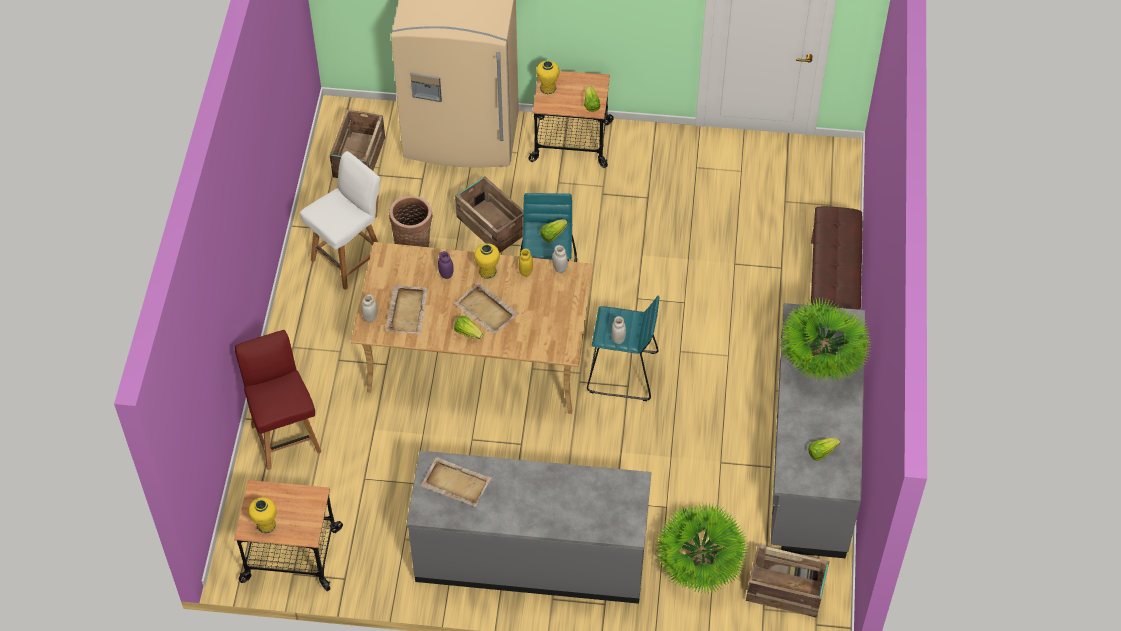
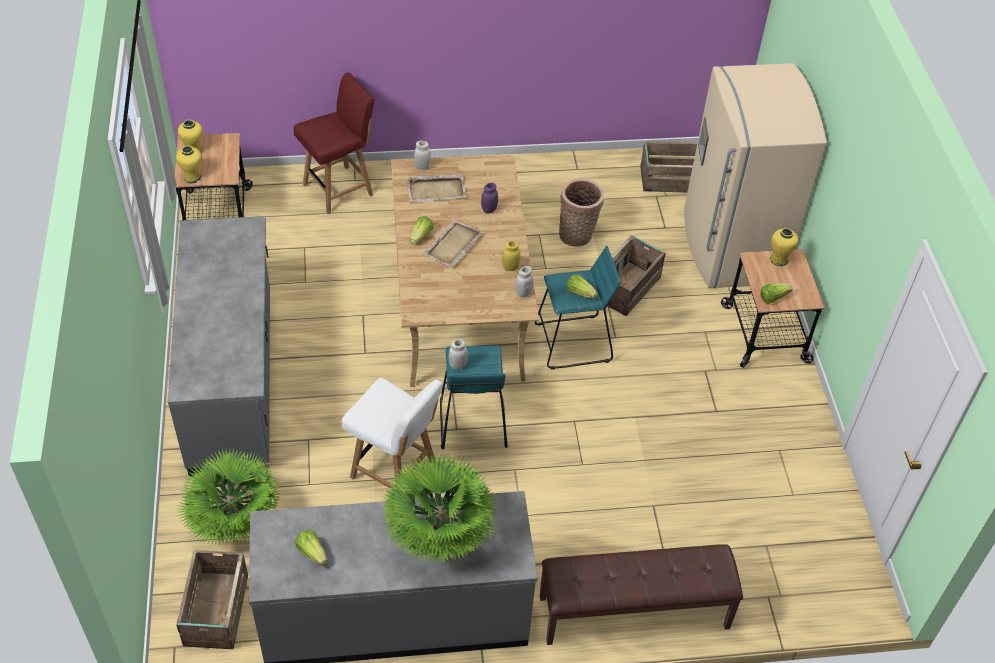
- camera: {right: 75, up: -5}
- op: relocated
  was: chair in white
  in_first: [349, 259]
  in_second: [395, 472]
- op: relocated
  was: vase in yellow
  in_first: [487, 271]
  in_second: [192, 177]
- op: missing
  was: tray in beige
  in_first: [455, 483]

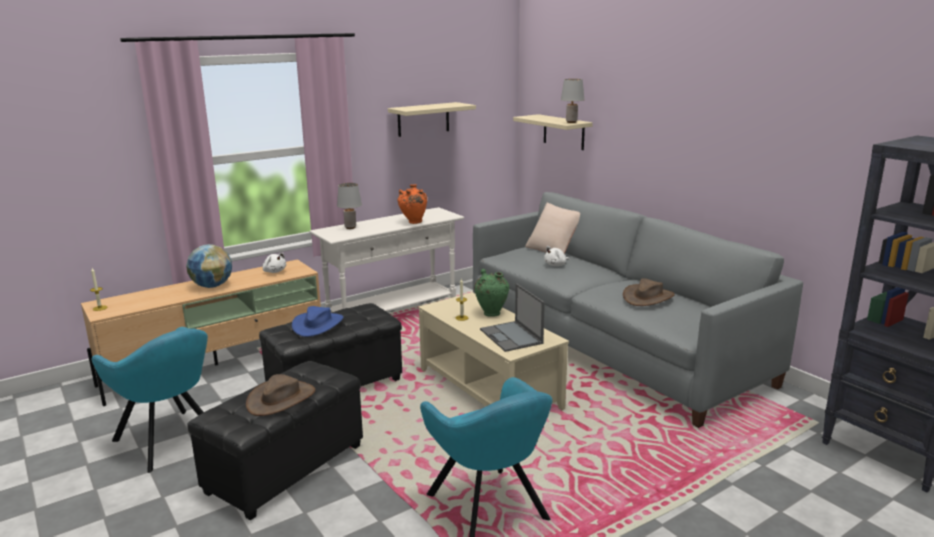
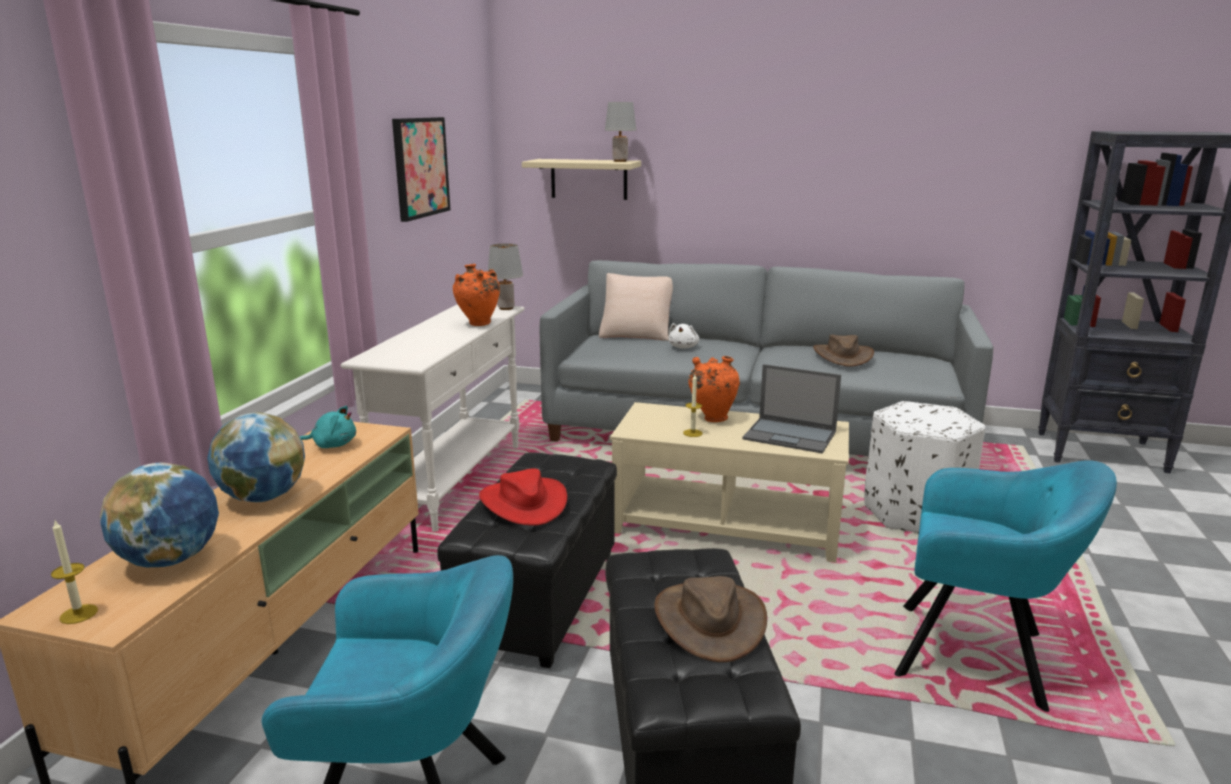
- camera: {right: -40, up: 0}
- op: exchanged
  was: shelf in beige
  now: picture
  in_first: [423, 119]
  in_second: [420, 167]
- op: relocated
  was: table lamp in grey
  in_first: [350, 227]
  in_second: [506, 308]
- op: colour
  was: plush toy in white
  now: plush toy in turquoise
  in_first: [274, 271]
  in_second: [332, 445]
- op: colour
  was: vase in green
  now: vase in orange
  in_first: [491, 313]
  in_second: [712, 418]
- op: colour
  was: hat in blue
  now: hat in red
  in_first: [317, 324]
  in_second: [523, 502]
- op: appeared
  now: ottoman in white
  in_second: [916, 514]
- op: appeared
  now: globe
  in_second: [171, 560]

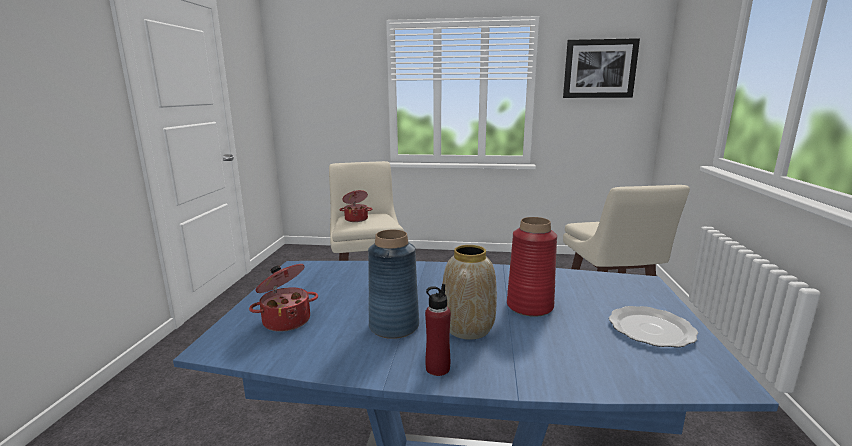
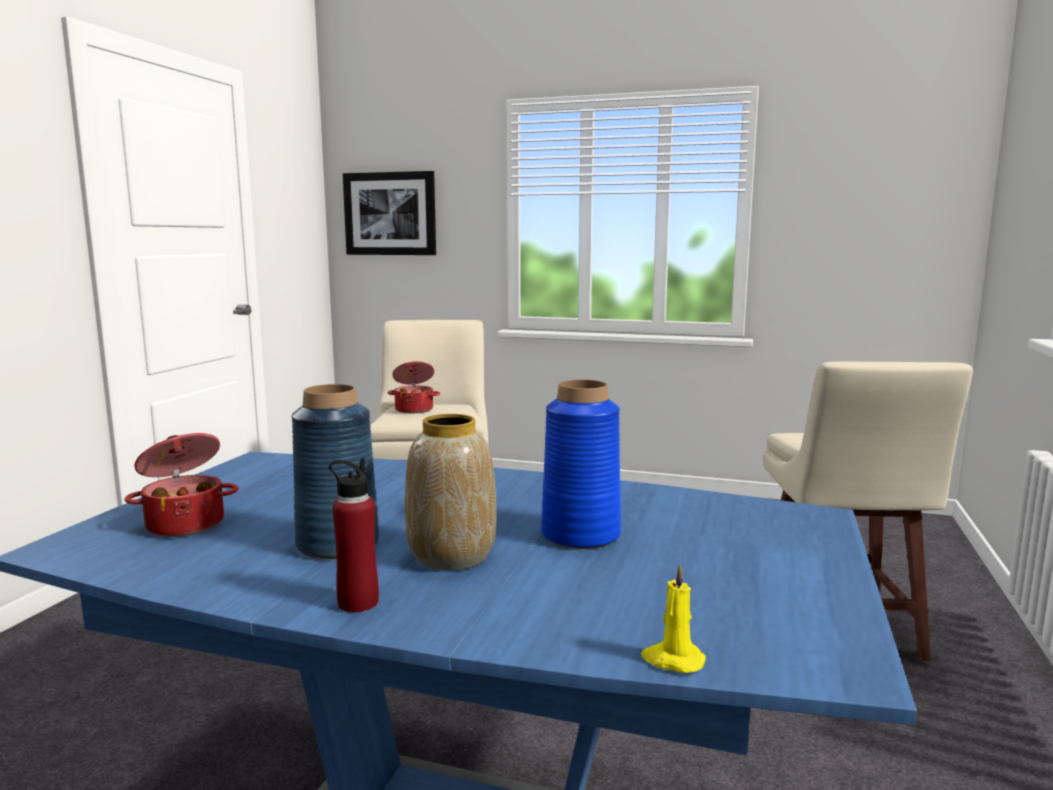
- camera: {right: 10, up: -5}
- op: relocated
  was: picture
  in_first: [599, 69]
  in_second: [390, 214]
- op: colour
  was: vase in red
  now: vase in blue
  in_first: [530, 306]
  in_second: [580, 535]
- op: missing
  was: plate
  in_first: [650, 330]
- op: appeared
  now: candle in yellow
  in_second: [672, 660]

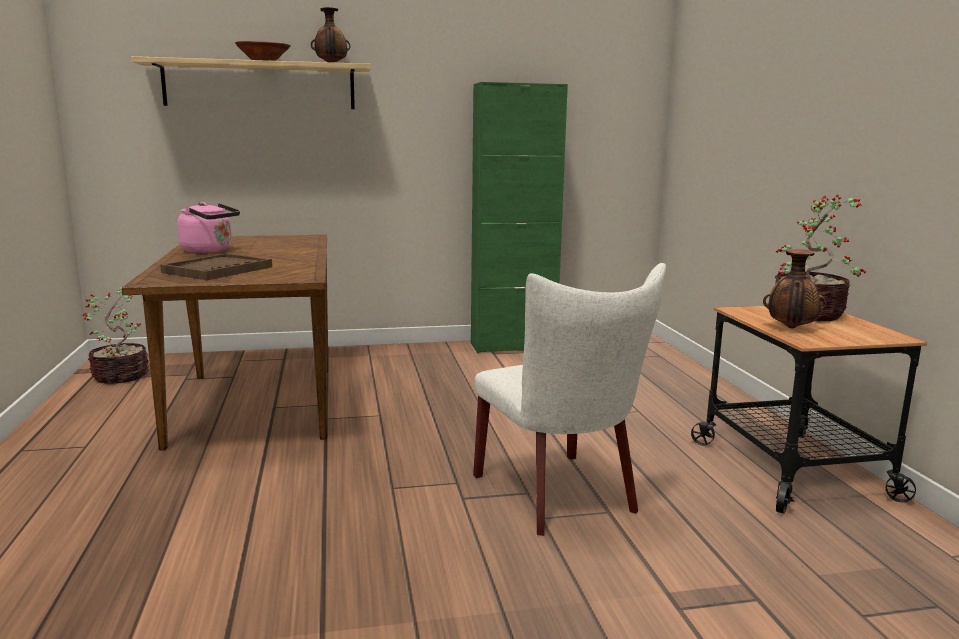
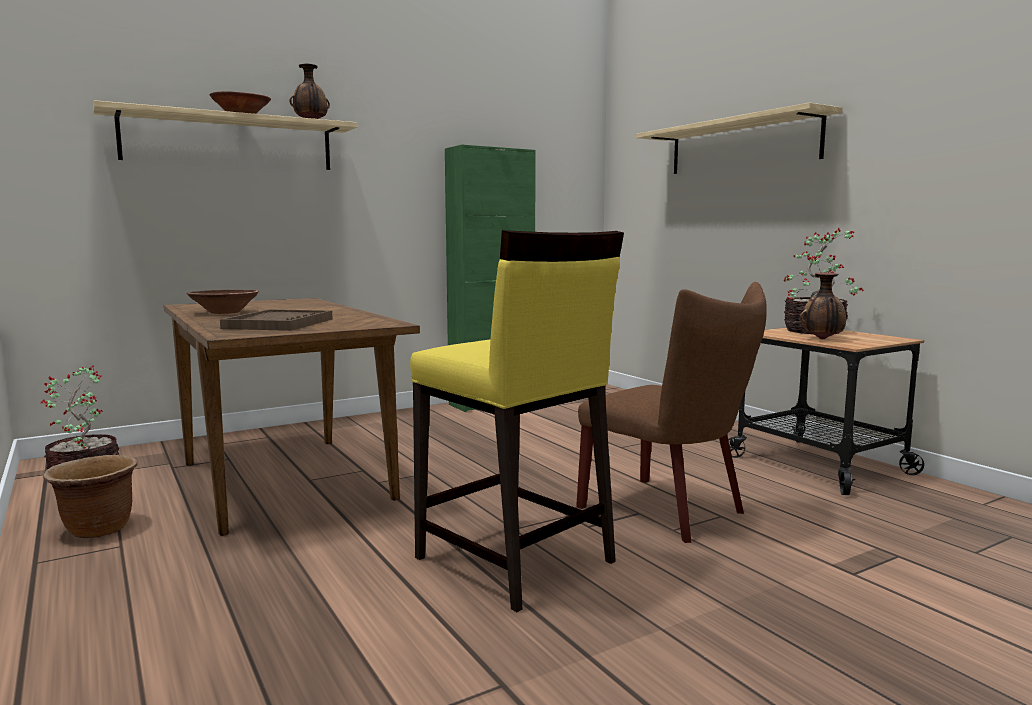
- camera: {right: -20, up: -5}
- op: exchanged
  was: kettle in pink
  now: bowl in brown
  in_first: [210, 250]
  in_second: [224, 312]
- op: colour
  was: chair in white
  now: chair in brown
  in_first: [561, 497]
  in_second: [670, 511]
- op: appeared
  now: shelf
  in_second: [741, 145]
- op: appeared
  now: stool in yellow
  in_second: [515, 561]
- op: appeared
  now: planter in brown
  in_second: [98, 529]

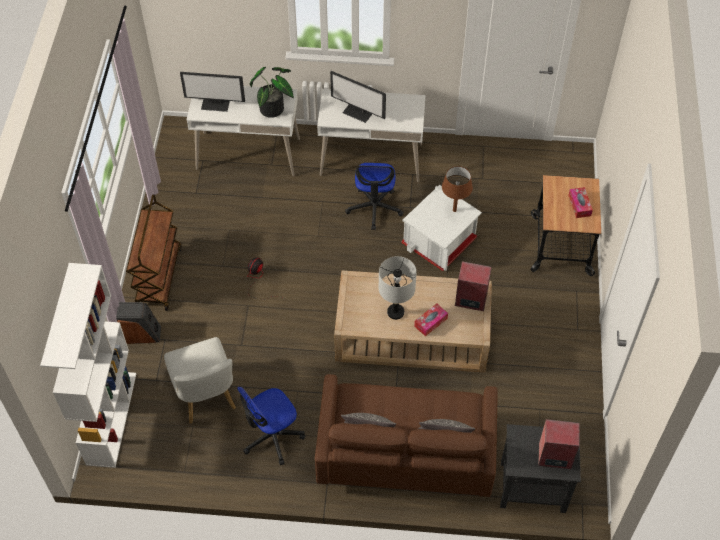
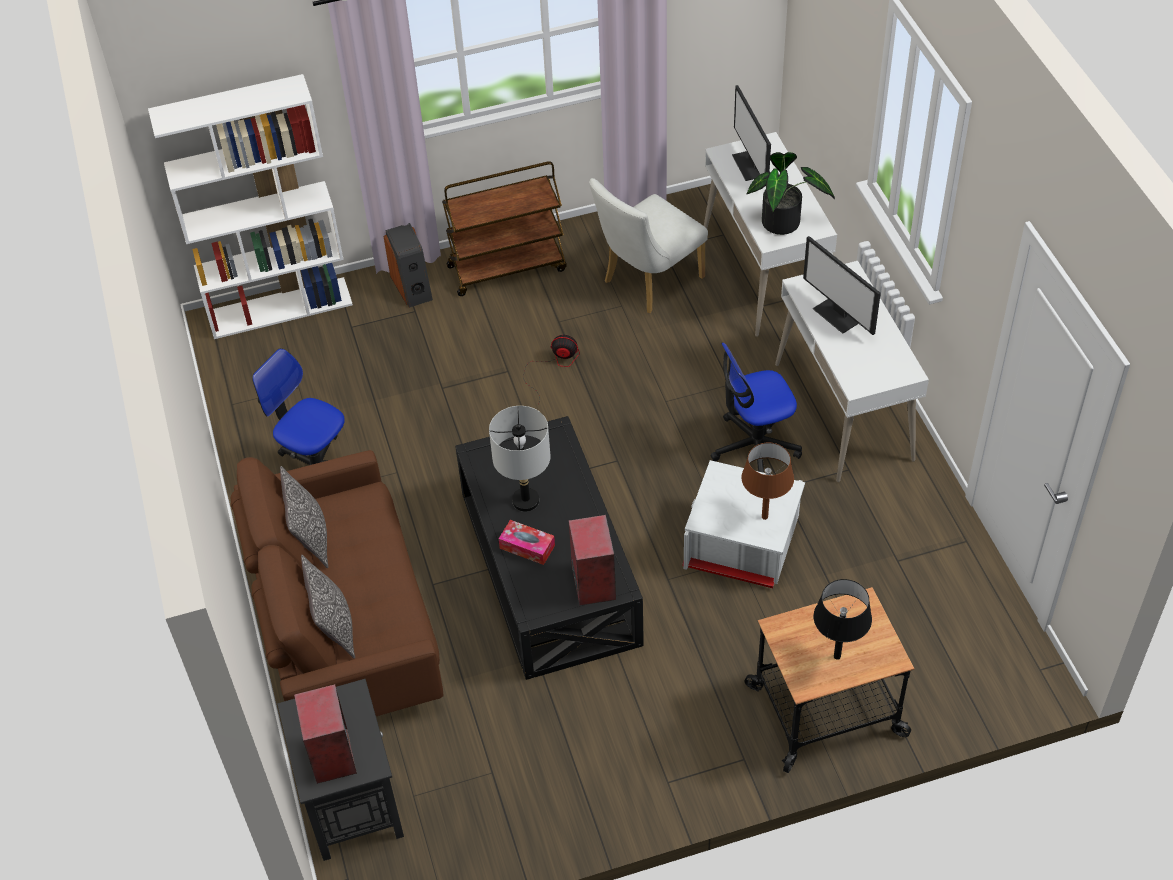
- camera: {right: 70, up: -5}
- op: spun
  was: monitor
  in_first: [358, 112]
  in_second: [838, 314]
  clockwise: -45
- op: exchanged
  was: tissue box
  now: table lamp in black
  in_first: [579, 205]
  in_second: [837, 656]
- op: colour
  was: coffee table in beige
  now: coffee table in black
  in_first: [412, 335]
  in_second: [548, 568]
- op: relocated
  was: chair in white
  in_first: [206, 398]
  in_second: [647, 283]

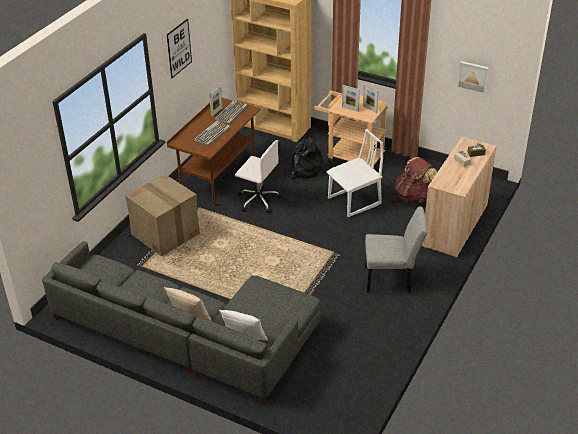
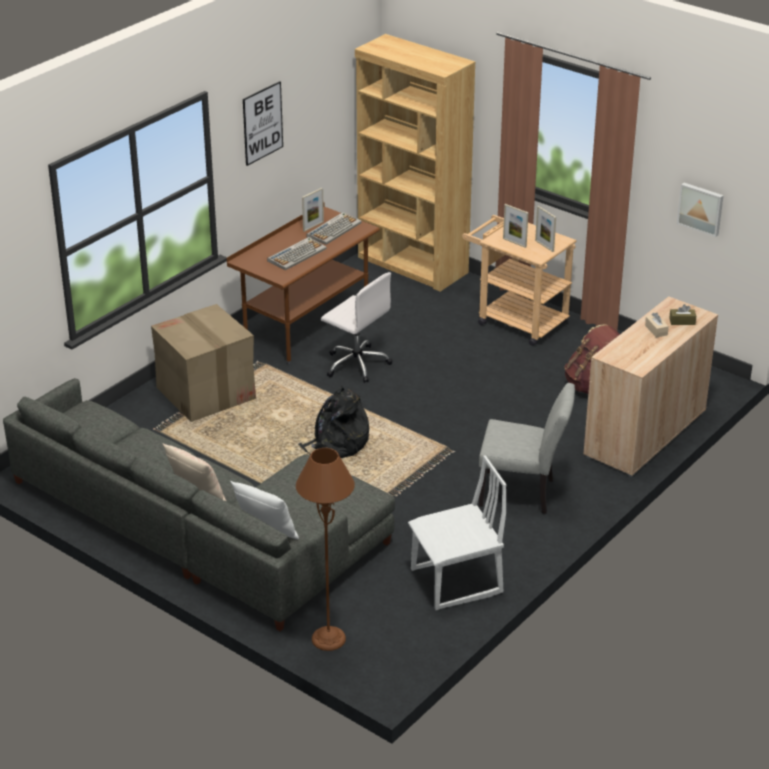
- camera: {right: 10, up: -5}
- op: relocated
  was: chair in white
  in_first: [354, 201]
  in_second: [456, 582]
- op: relocated
  was: backpack in black
  in_first: [304, 170]
  in_second: [337, 444]
- op: appeared
  now: floor lamp in brown
  in_second: [328, 639]

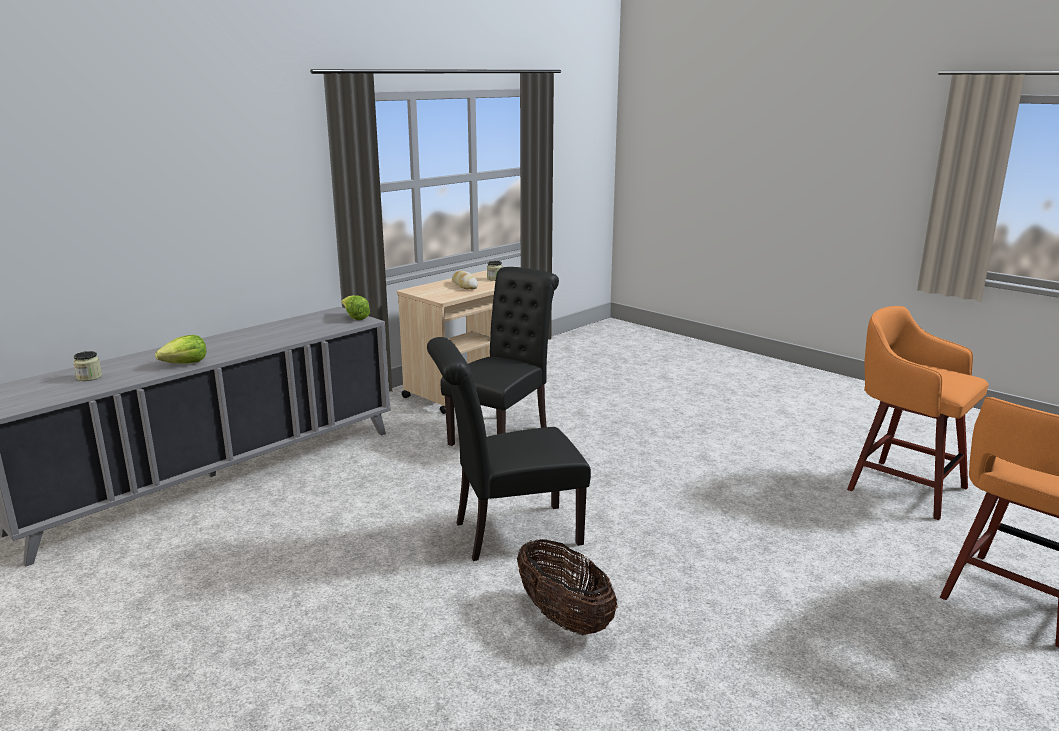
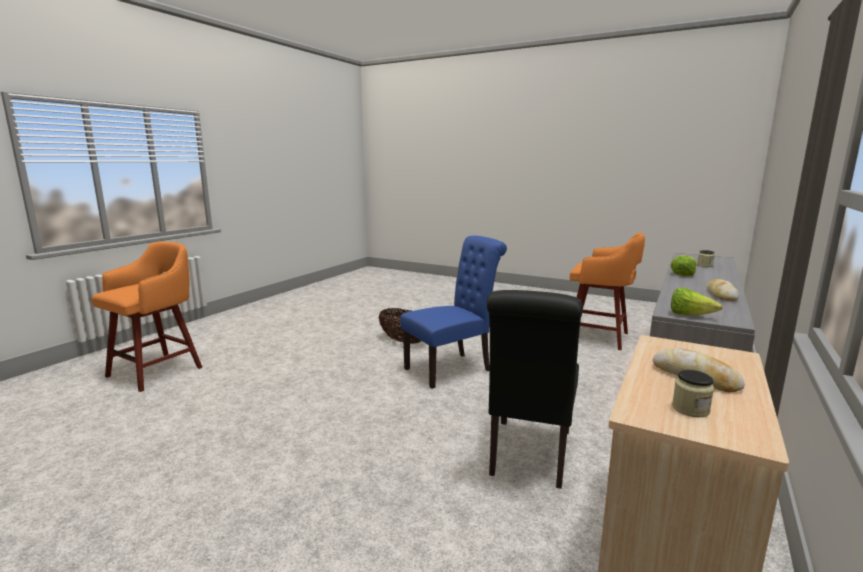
- camera: {right: 165, up: -5}
- op: relocated
  was: stool in orange
  in_first: [903, 487]
  in_second: [599, 337]
- op: colour
  was: chair in black
  now: chair in blue
  in_first: [509, 534]
  in_second: [452, 368]
- op: appeared
  now: bread
  in_second: [721, 295]

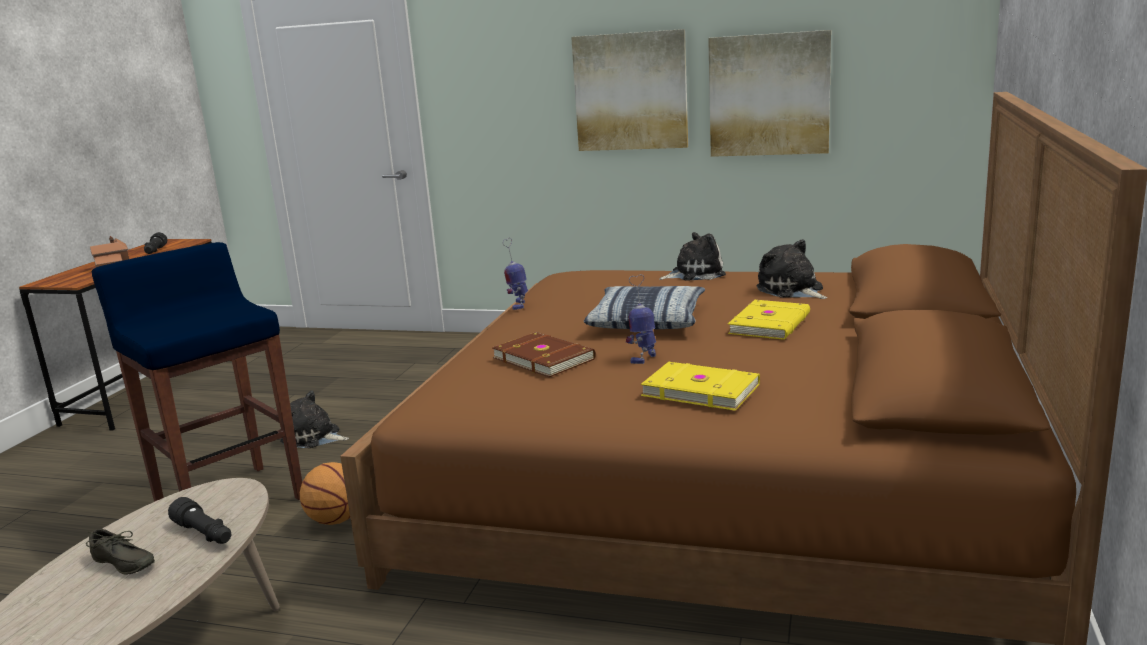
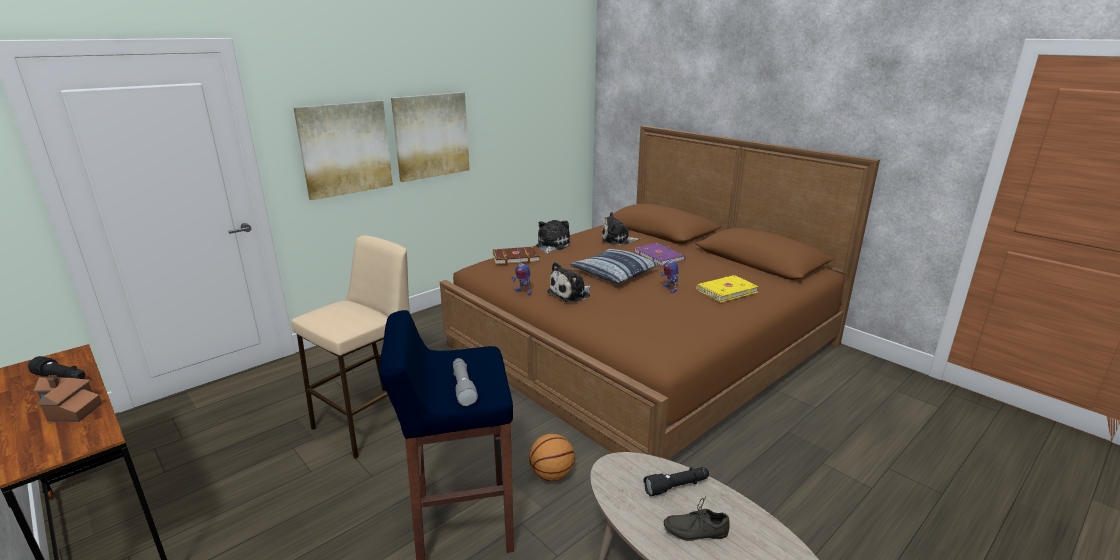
- camera: {right: -60, up: 5}
- op: relocated
  was: picture
  in_first: [769, 95]
  in_second: [345, 148]
- op: colour
  was: book in yellow
  now: book in purple
  in_first: [771, 324]
  in_second: [659, 256]
- op: relocated
  was: book in brown
  in_first: [544, 358]
  in_second: [515, 257]
- op: relocated
  was: plush toy
  in_first: [313, 437]
  in_second: [571, 294]
- op: spun
  was: shoe in grey
  in_first: [121, 565]
  in_second: [695, 530]
  clockwise: -150
- op: appeared
  now: stool in beige
  in_second: [372, 420]
- op: appeared
  now: flashlight in grey
  in_second: [463, 387]

